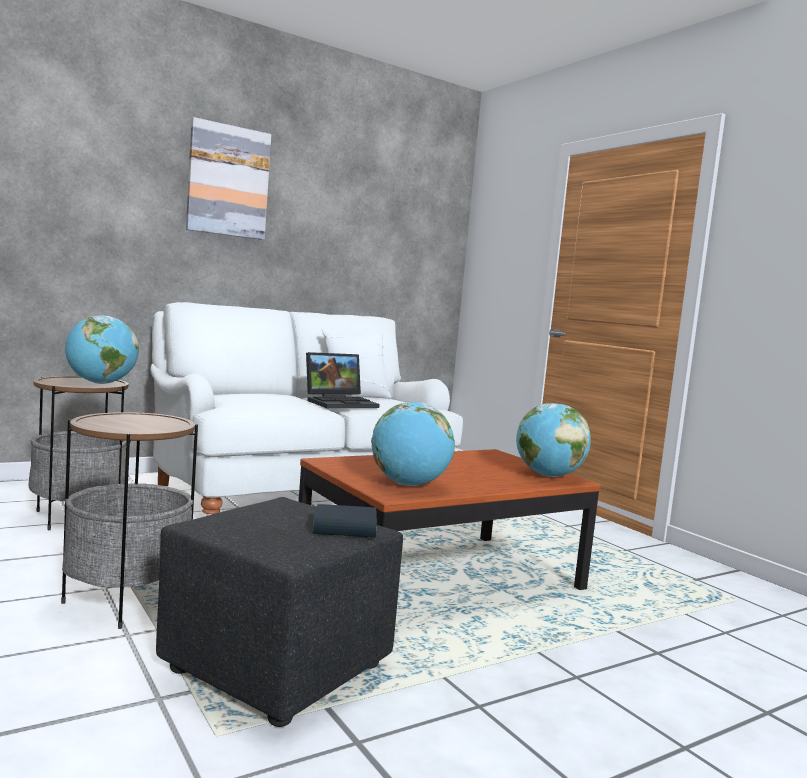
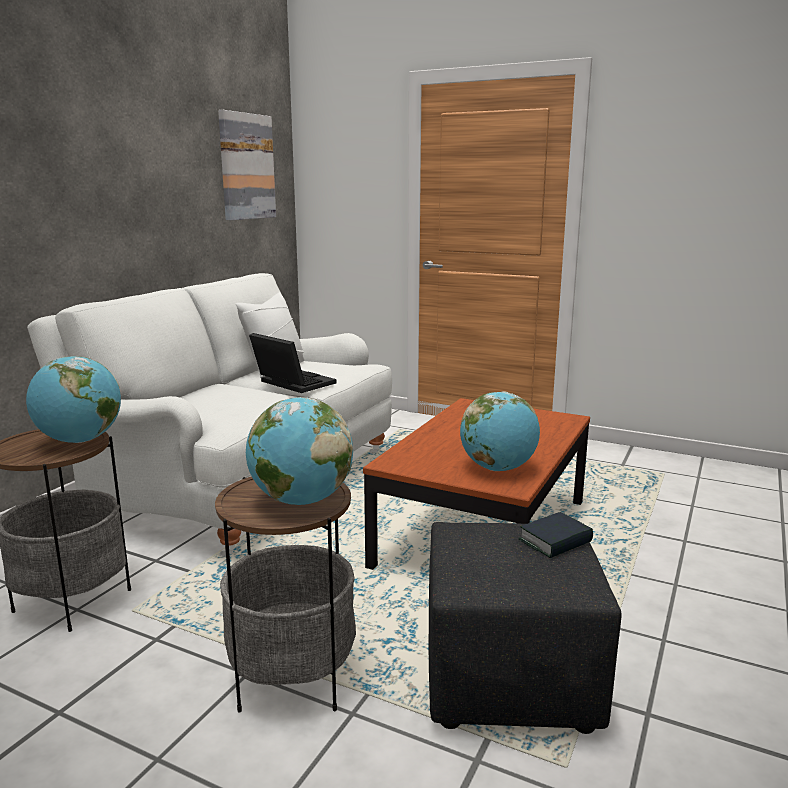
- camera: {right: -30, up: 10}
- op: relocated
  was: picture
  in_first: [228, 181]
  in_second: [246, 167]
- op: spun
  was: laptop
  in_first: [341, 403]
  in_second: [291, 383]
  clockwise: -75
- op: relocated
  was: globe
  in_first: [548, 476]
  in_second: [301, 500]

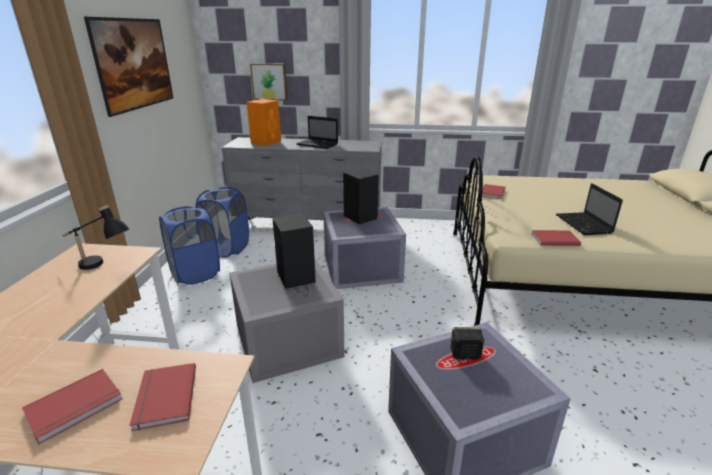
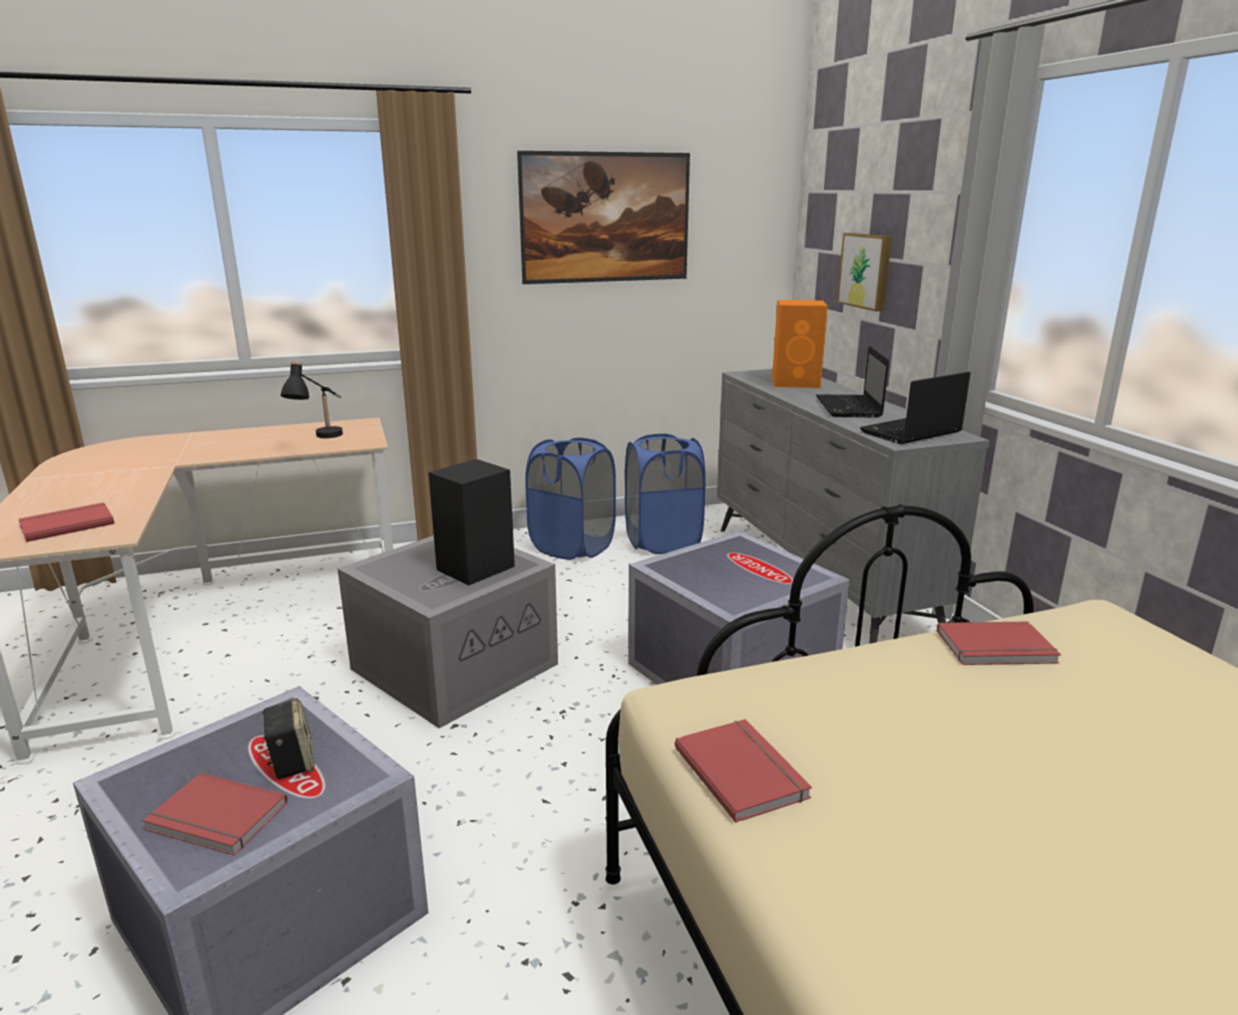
- camera: {right: 65, up: -5}
- op: missing
  was: speaker in black
  in_first: [361, 217]
- op: relocated
  was: laptop
  in_first: [584, 225]
  in_second: [910, 433]
- op: relocated
  was: book in red
  in_first: [75, 407]
  in_second: [215, 819]

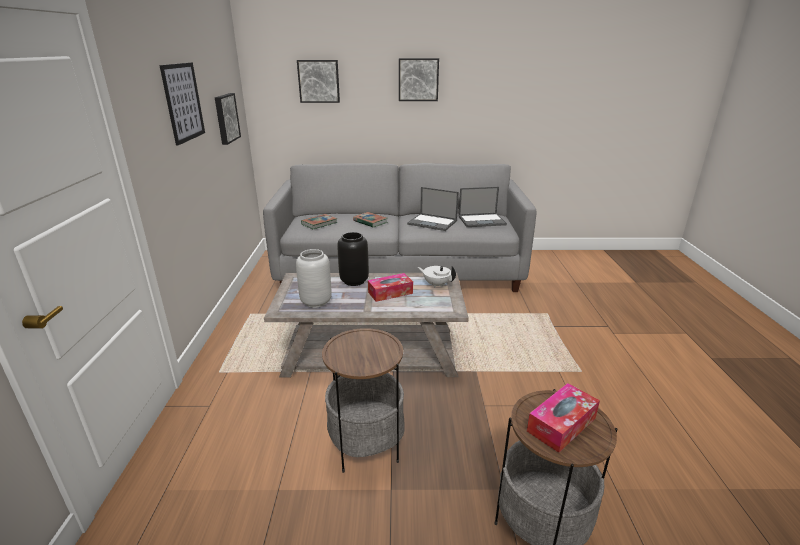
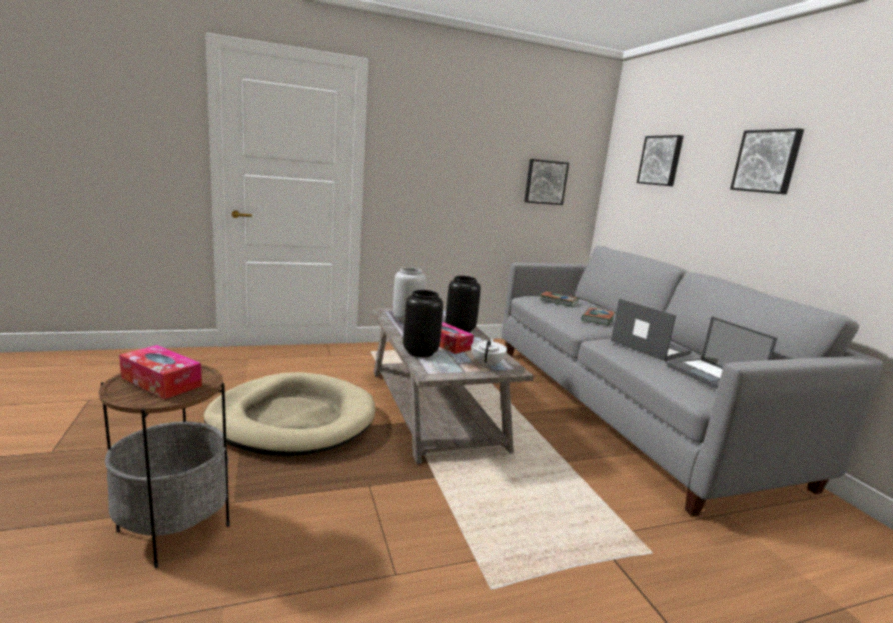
- camera: {right: 70, up: -10}
- op: missing
  was: picture
  in_first: [183, 102]
- op: spun
  was: laptop
  in_first: [433, 222]
  in_second: [648, 347]
  clockwise: 135
- op: exchanged
  was: side table
  now: dog bed in beige
  in_first: [366, 446]
  in_second: [293, 419]
- op: appeared
  now: vase in black
  in_second: [421, 352]

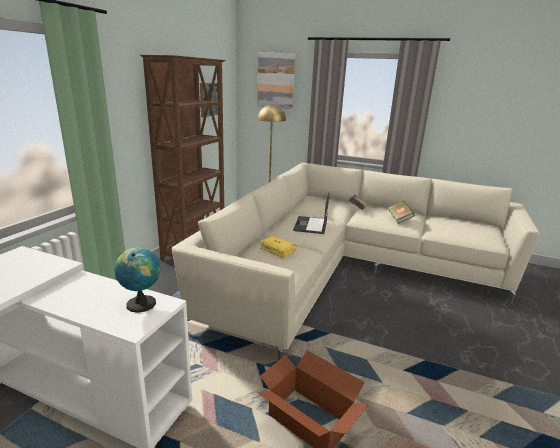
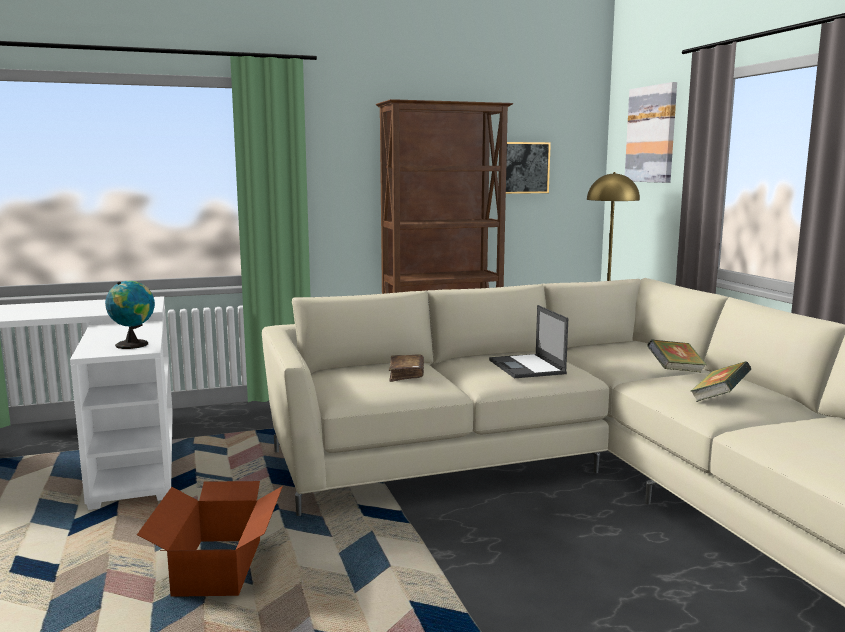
- camera: {right: 50, up: -10}
- op: spun
  was: laptop
  in_first: [310, 225]
  in_second: [527, 367]
  clockwise: -75
- op: colour
  was: book in yellow
  now: book in brown
  in_first: [278, 250]
  in_second: [406, 374]

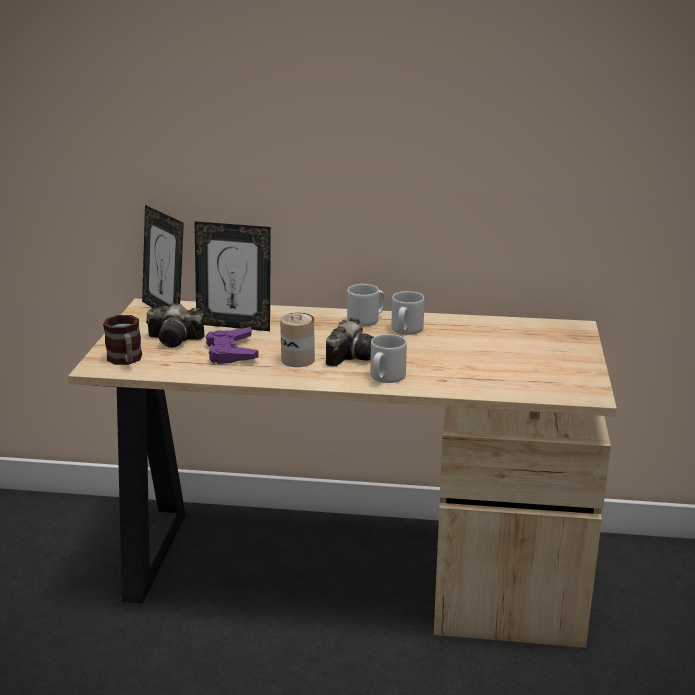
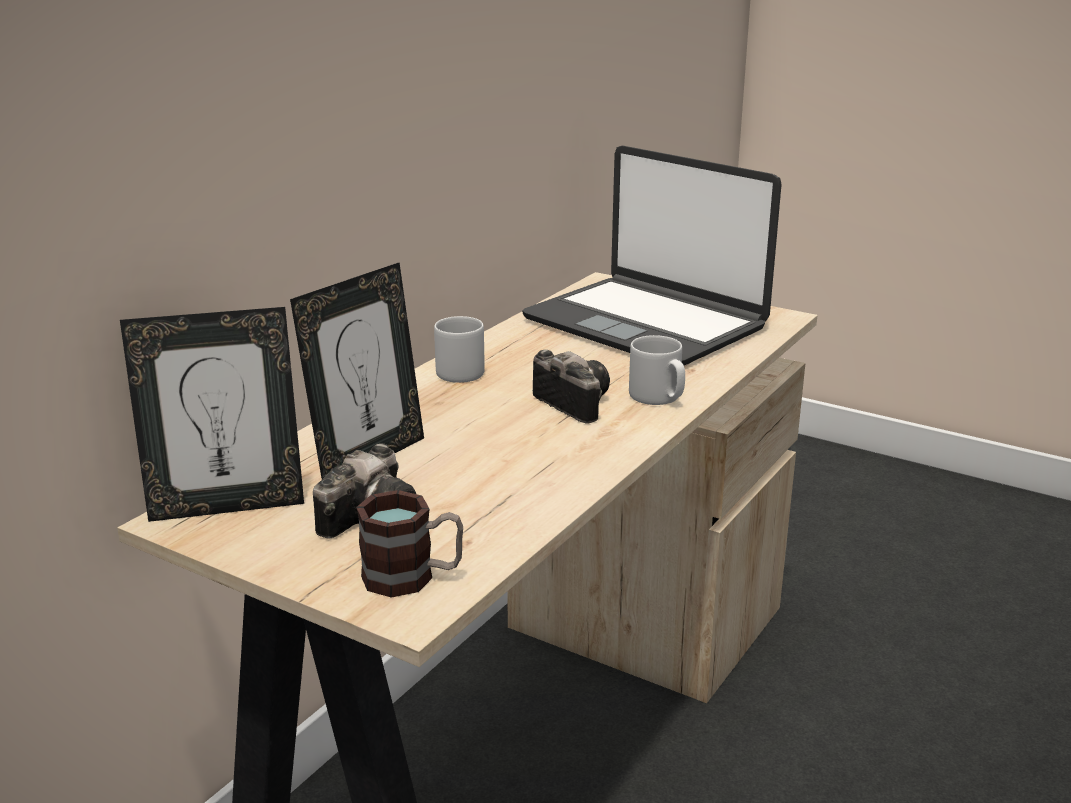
- camera: {right: -65, up: 0}
- op: missing
  was: mug in grey
  in_first: [406, 330]
- op: missing
  was: can
  in_first: [298, 360]
- op: missing
  was: game controller in purple
  in_first: [231, 352]
- op: appeared
  now: laptop
  in_second: [646, 323]

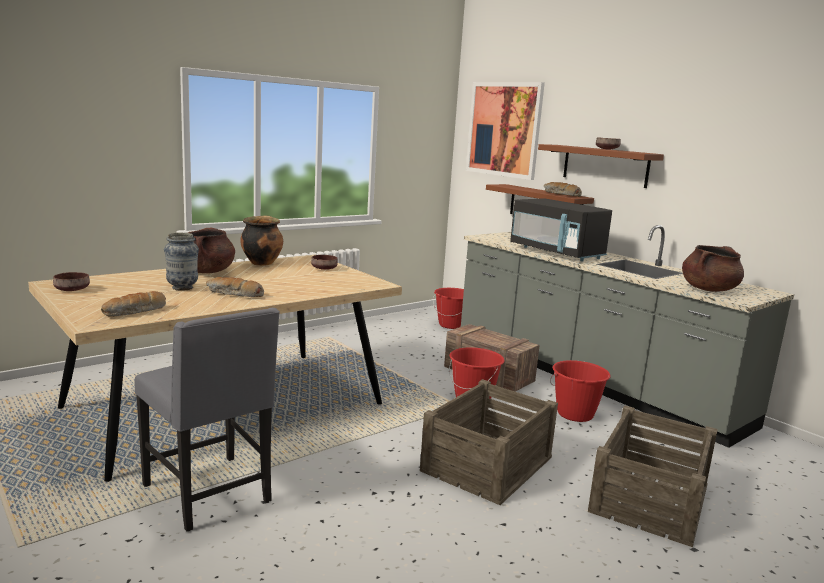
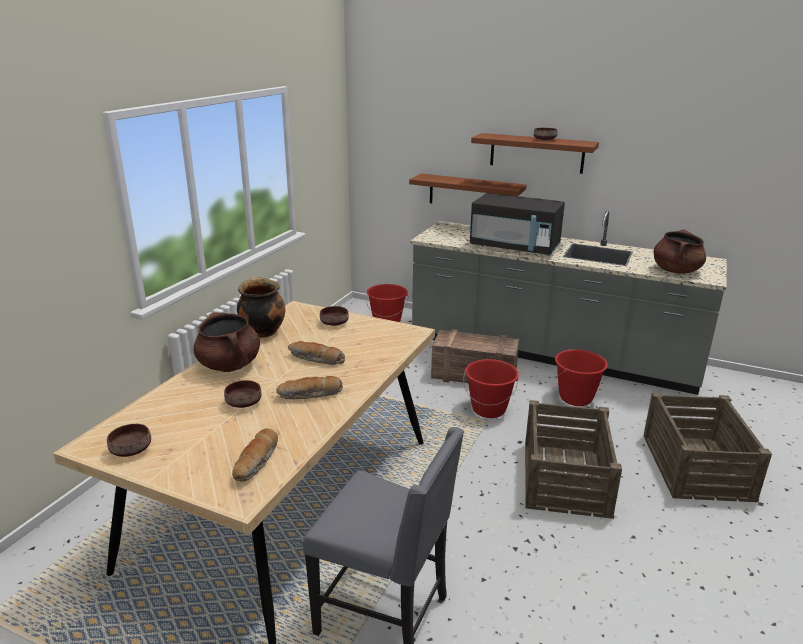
- camera: {right: -25, up: 10}
- op: missing
  was: picture
  in_first: [504, 129]
- op: relocated
  was: bread
  in_first: [561, 194]
  in_second: [315, 359]
- op: exchanged
  was: vase
  now: bowl in brown
  in_first: [182, 288]
  in_second: [244, 402]

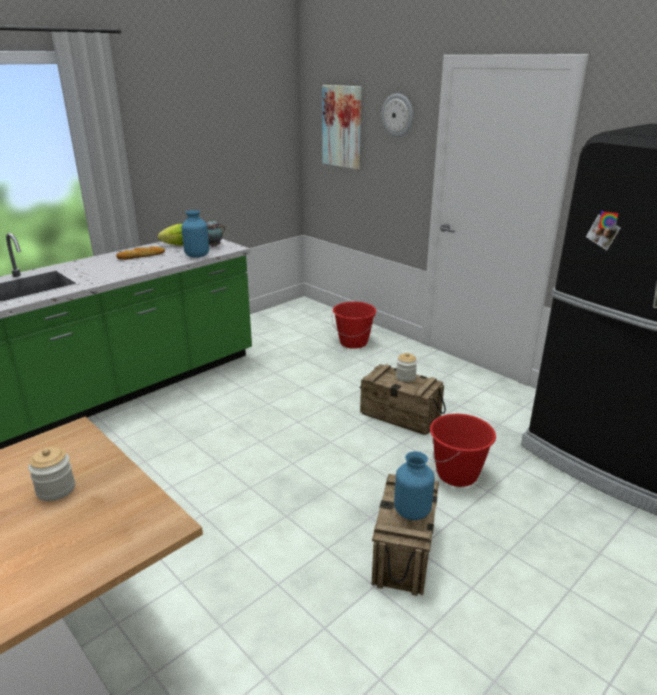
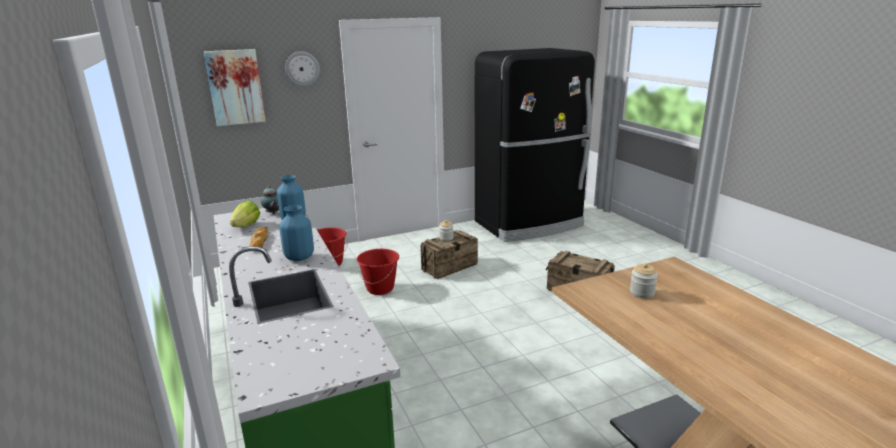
- camera: {right: -70, up: -5}
- op: relocated
  was: bucket in red
  in_first: [457, 474]
  in_second: [380, 289]
- op: relocated
  was: vase in blue
  in_first: [412, 511]
  in_second: [299, 257]

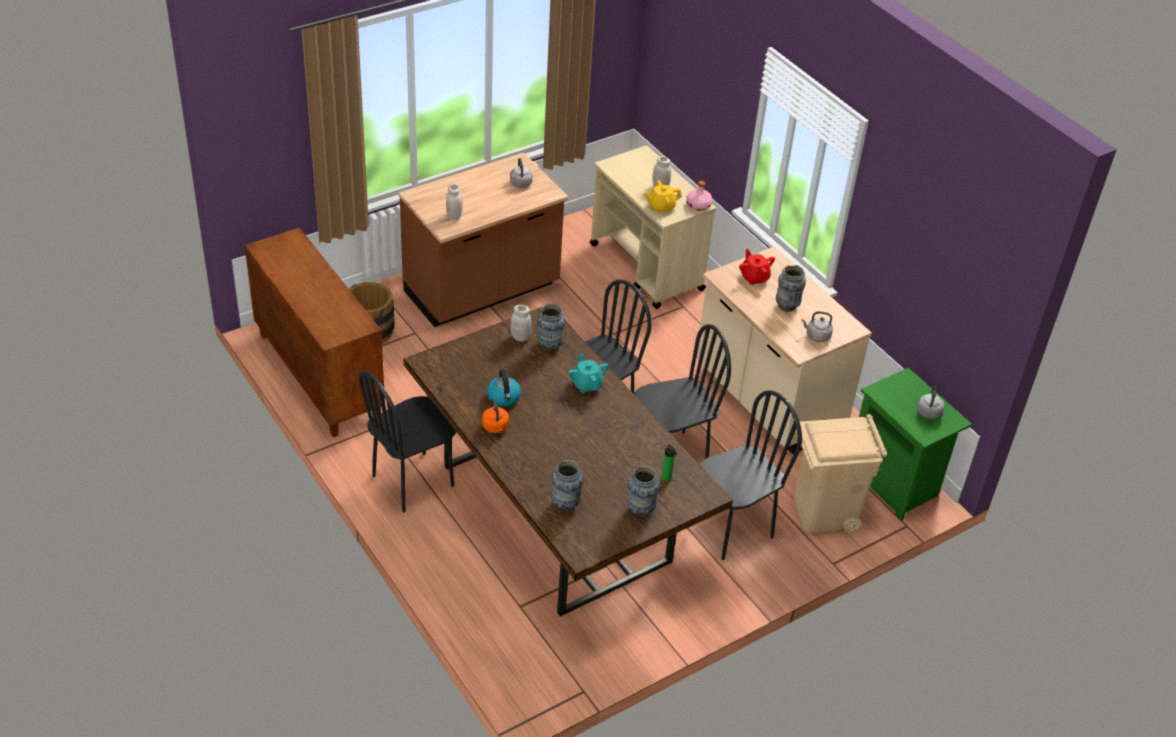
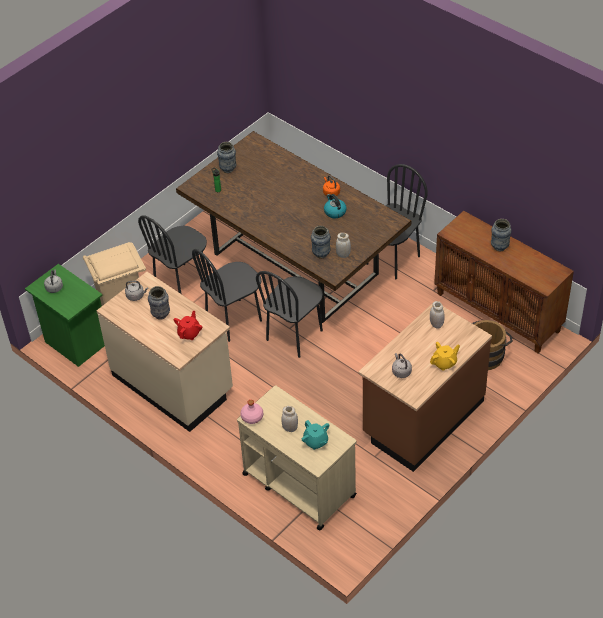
- camera: {right: 170, up: 5}
- op: relocated
  was: teapot in yellow
  in_first: [661, 207]
  in_second: [444, 363]
- op: spun
  was: teapot in red
  in_first: [754, 277]
  in_second: [189, 333]
  clockwise: -120
- op: relocated
  was: teapot in turquoise
  in_first: [587, 384]
  in_second: [315, 441]
- op: relocated
  was: vase
  in_first: [565, 504]
  in_second: [499, 247]

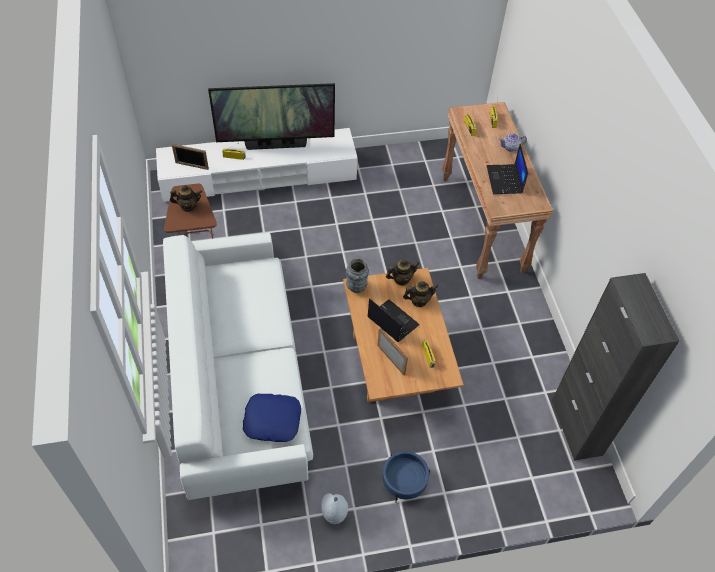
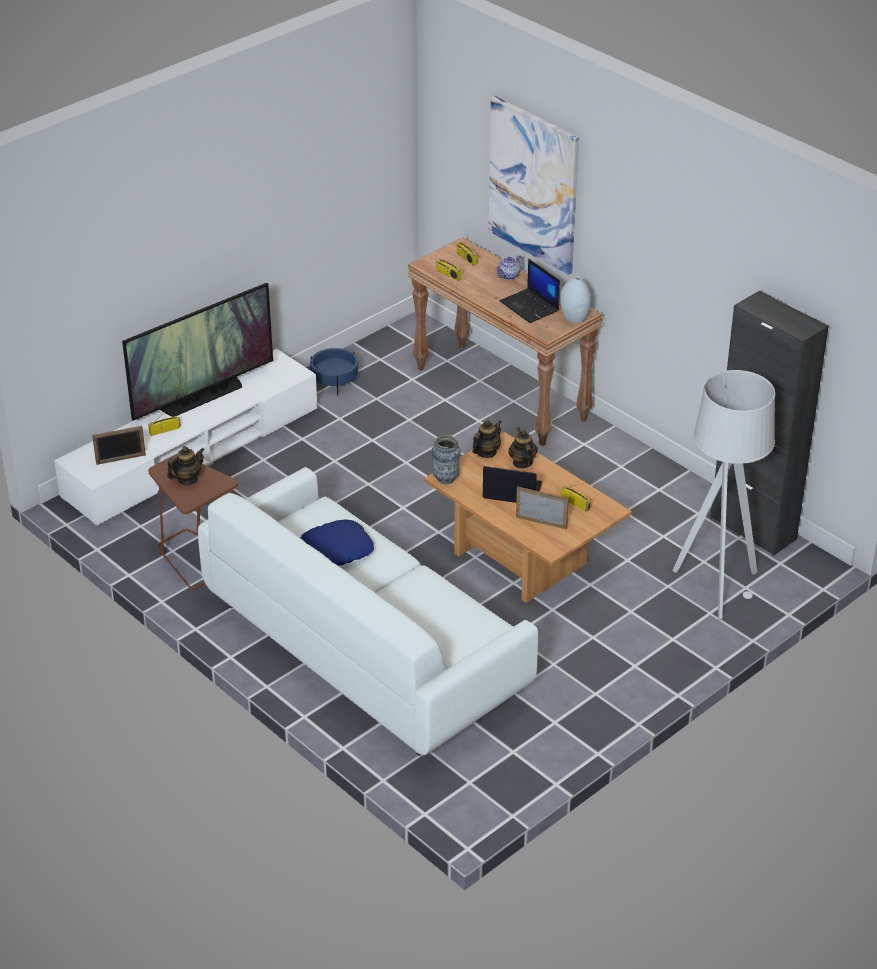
- camera: {right: -30, up: -15}
- op: spun
  was: teapot
  in_first: [419, 301]
  in_second: [522, 462]
  clockwise: -60
- op: relocated
  was: pillow in blue
  in_first: [272, 420]
  in_second: [337, 549]
- op: relocated
  was: planter in blue
  in_first: [404, 481]
  in_second: [334, 381]
- op: relocated
  was: vase in grey
  in_first: [334, 515]
  in_second: [575, 317]
- op: appeared
  now: picture
  in_second: [533, 184]
- op: appeared
  now: floor lamp in grey
  in_second: [716, 587]

